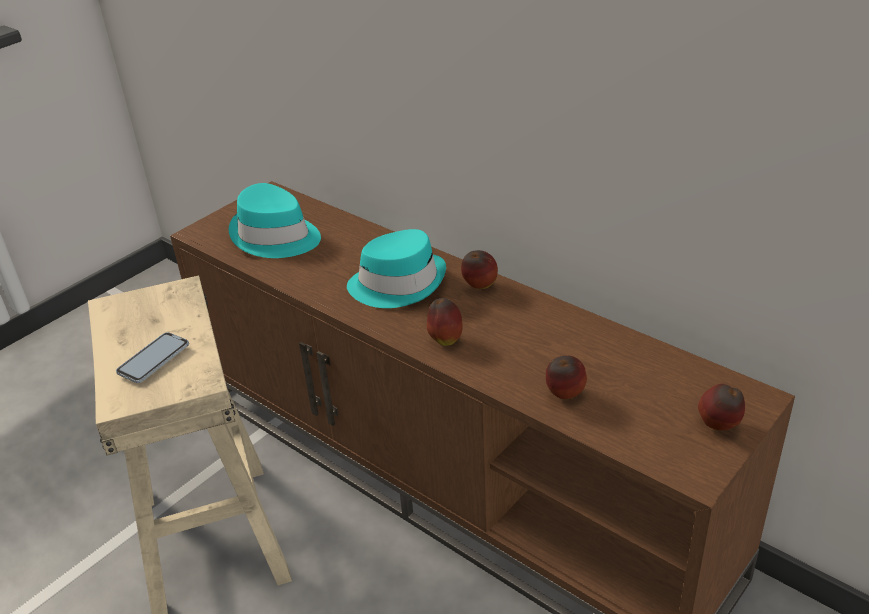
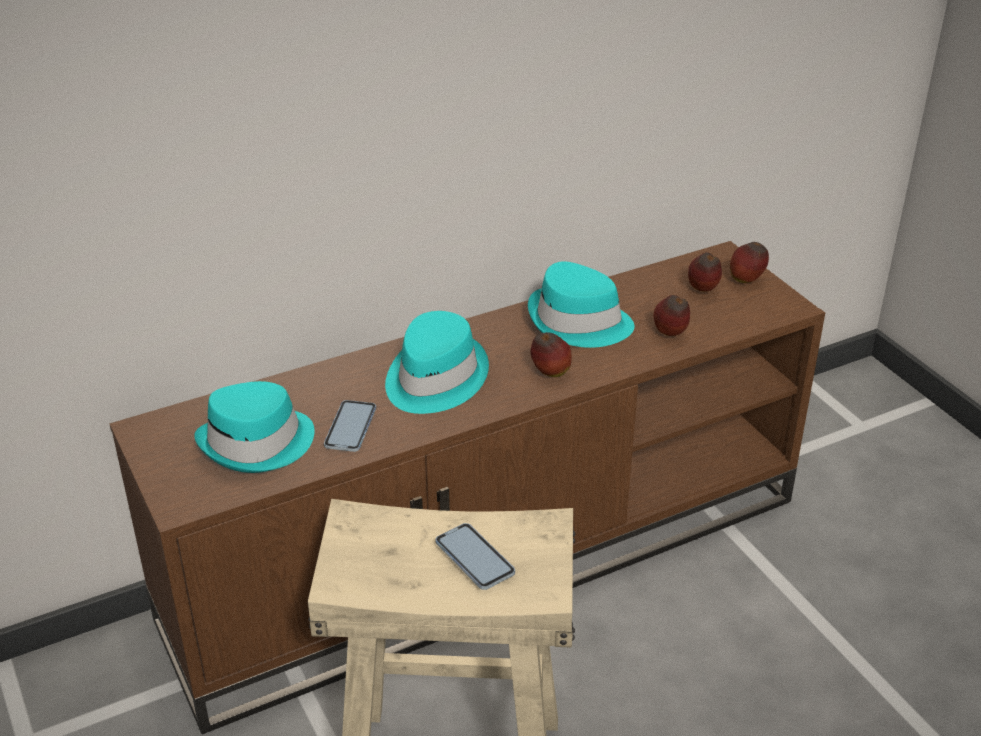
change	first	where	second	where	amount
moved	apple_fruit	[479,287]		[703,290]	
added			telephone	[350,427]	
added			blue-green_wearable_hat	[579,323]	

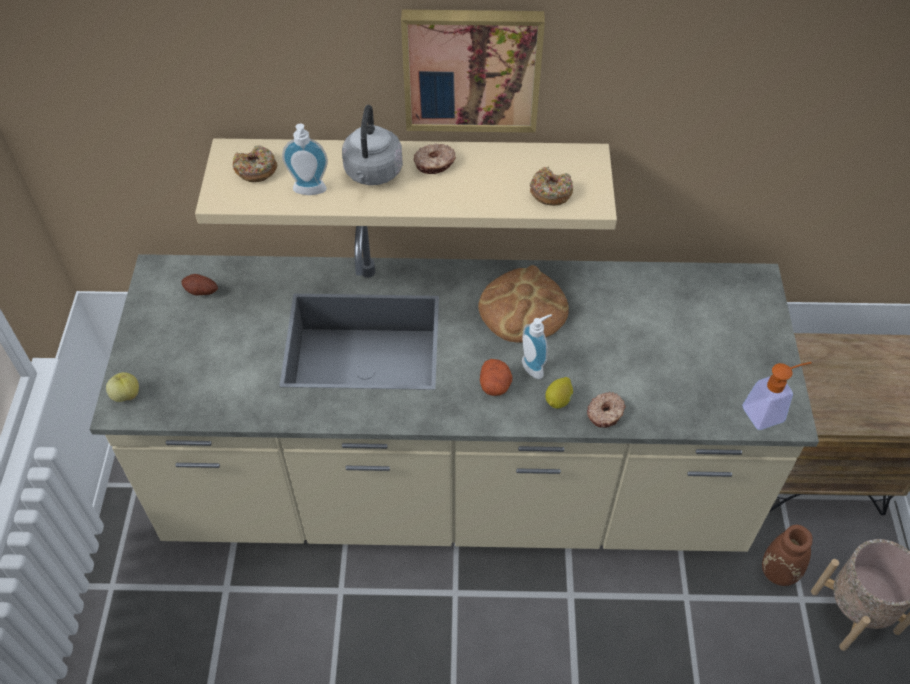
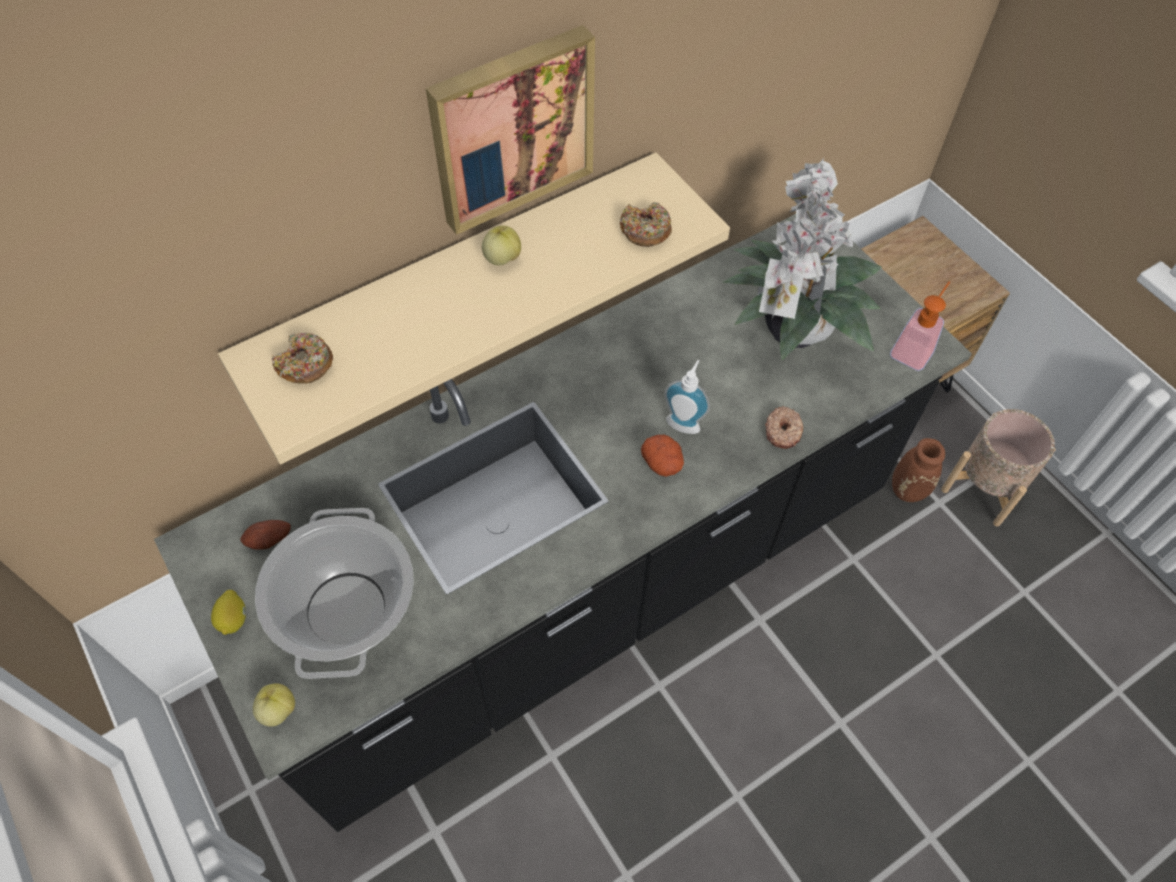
change	first	where	second	where	amount
recoloured	beige_counter	[455,488]	black-coloured_counter	[585,585]	
removed	liquid_soap_bottle	[309,192]			
removed	greyish_water_kettle	[373,174]			
replaced	donut	[434,164]	apple_fruit	[502,258]	
removed	bread	[523,308]			
moved	whole_lemon	[558,400]		[234,619]	
added			saucepot	[346,608]	
added			potted_plant	[789,336]	

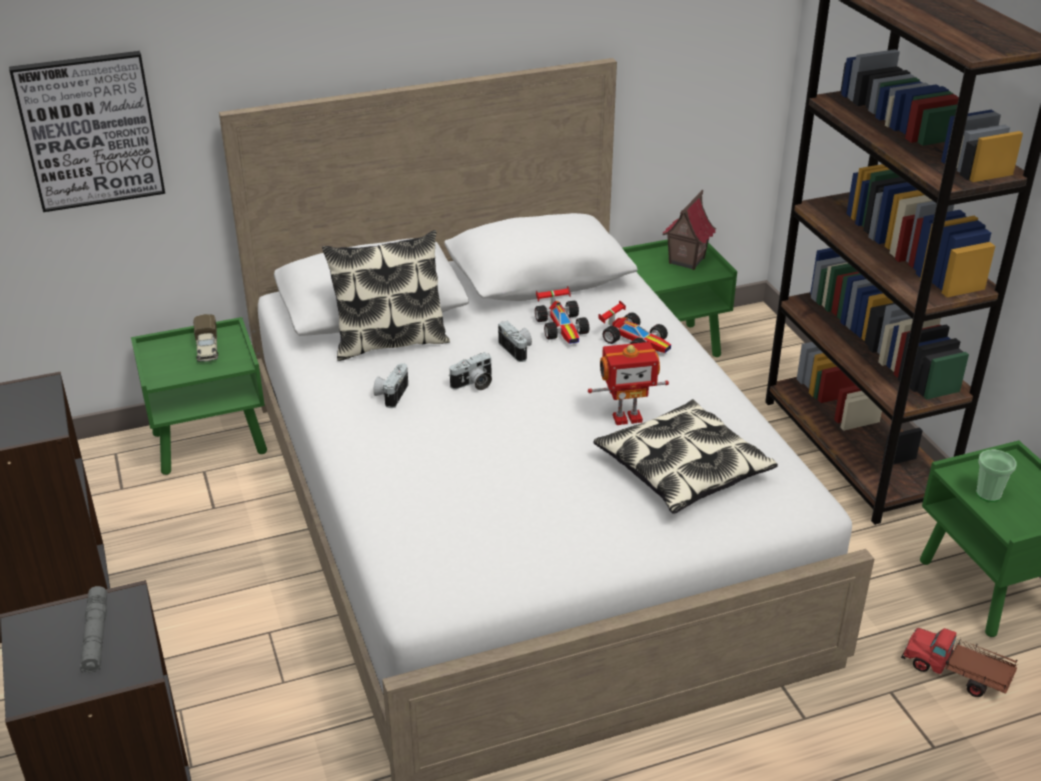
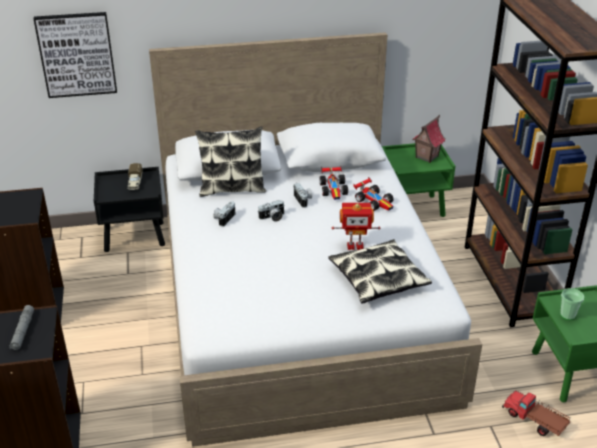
change	first	where	second	where	amount
recoloured	greenish_night_table	[211,442]	black-coloured_night_table	[135,236]	

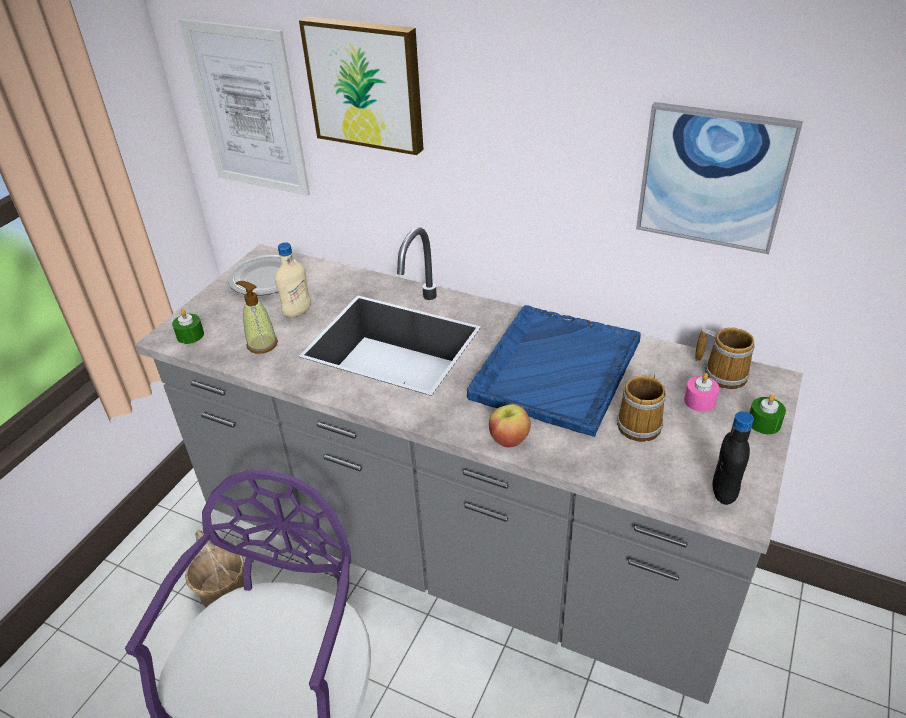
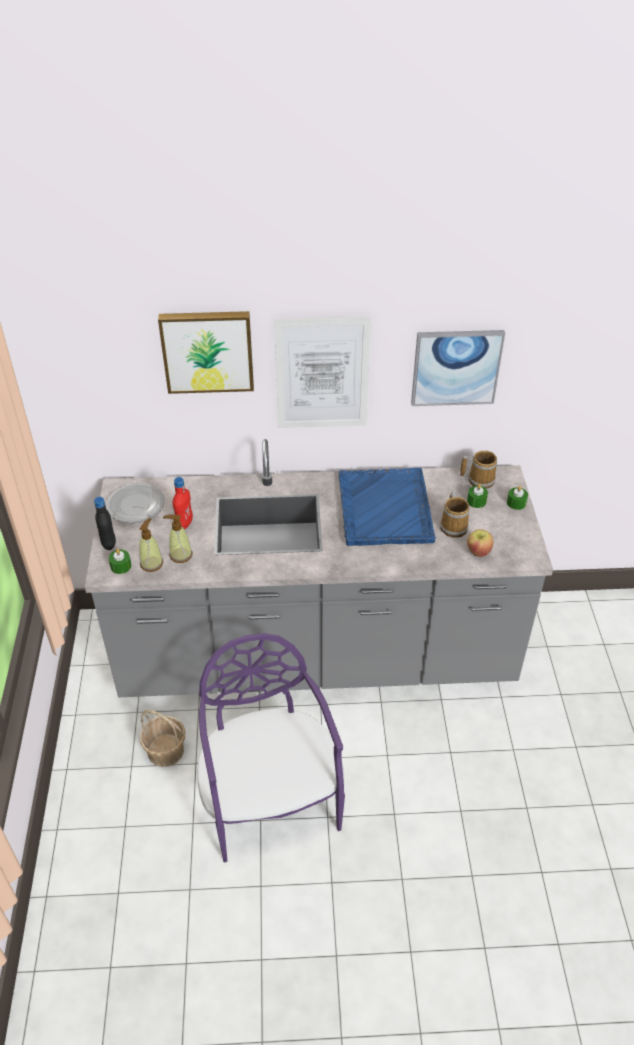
change	first	where	second	where	amount
moved	picture	[248,109]		[322,374]	
recoloured	beige_drink_bottle	[297,312]	red-coloured_drink_bottle	[184,524]	
moved	apple_fruit	[509,439]		[478,551]	
recoloured	pinkish_wax_candle	[699,401]	greenish_wax_candle	[476,501]	
moved	black-coloured_drink_bottle	[724,492]		[109,544]	
added			liquid_soap_bottle	[151,563]	

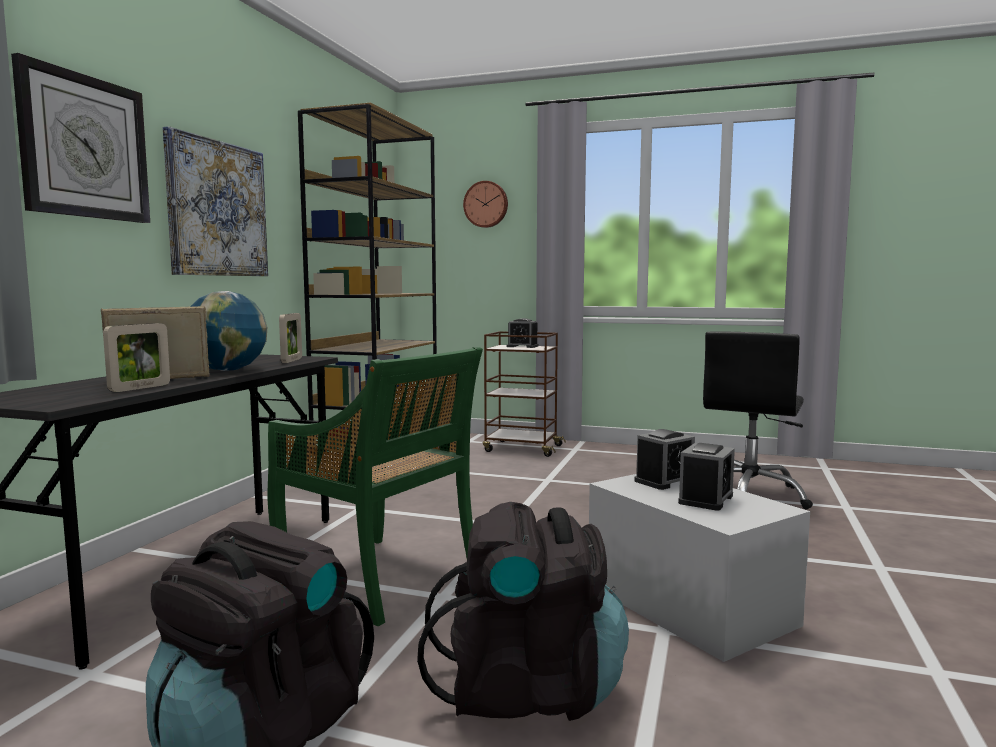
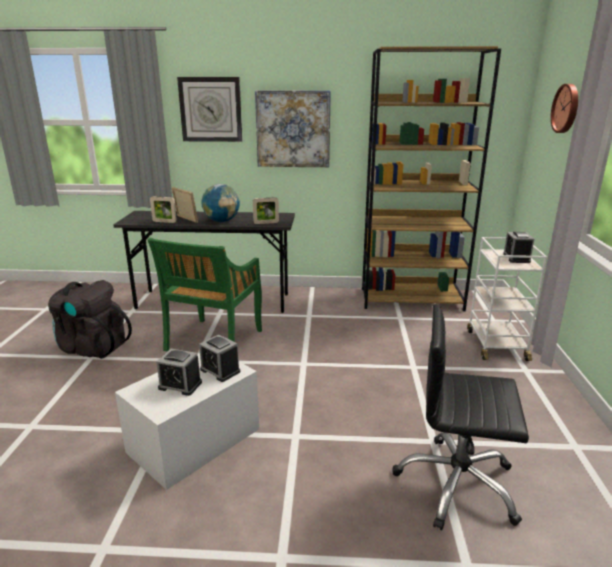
change	first	where	second	where	amount
removed	black-coloured_rucksack	[528,689]			
recoloured	brown-coloured_wheeled_cart	[522,448]	whitish_wheeled_cart	[496,345]	

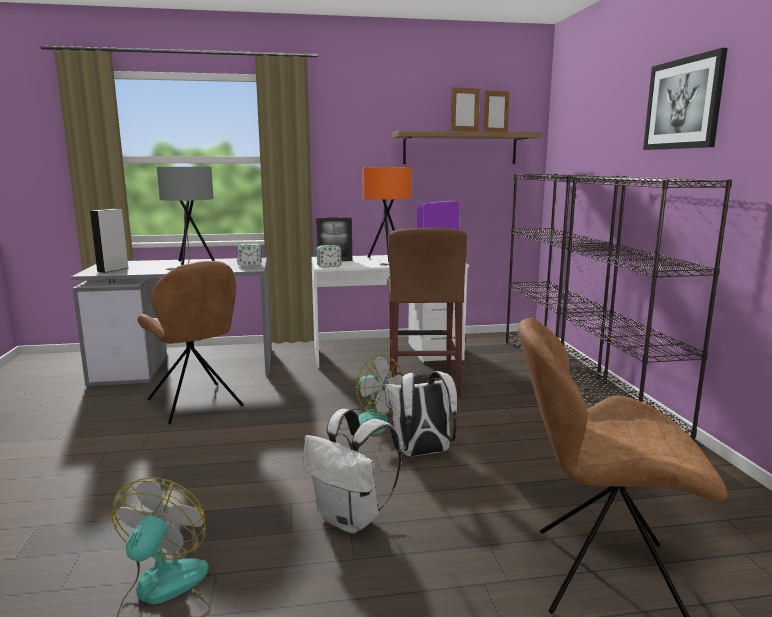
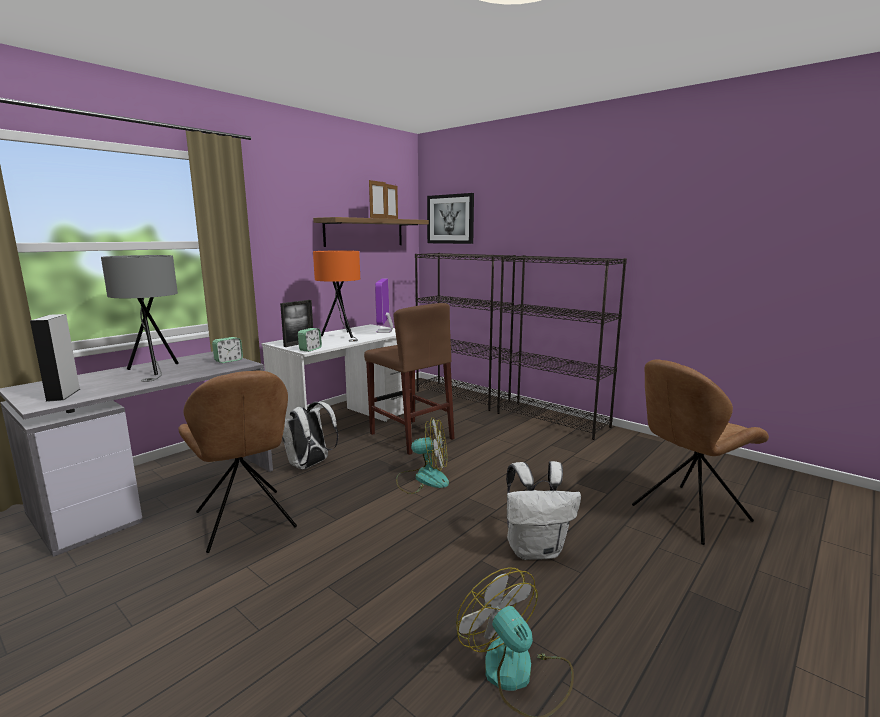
change	first	where	second	where	amount
turned	brown-coloured_chair	[196,404]		[246,522]	45 degrees clockwise
moved	whitish_rucksack	[421,453]		[309,465]	
moved	picture	[683,104]		[450,219]	

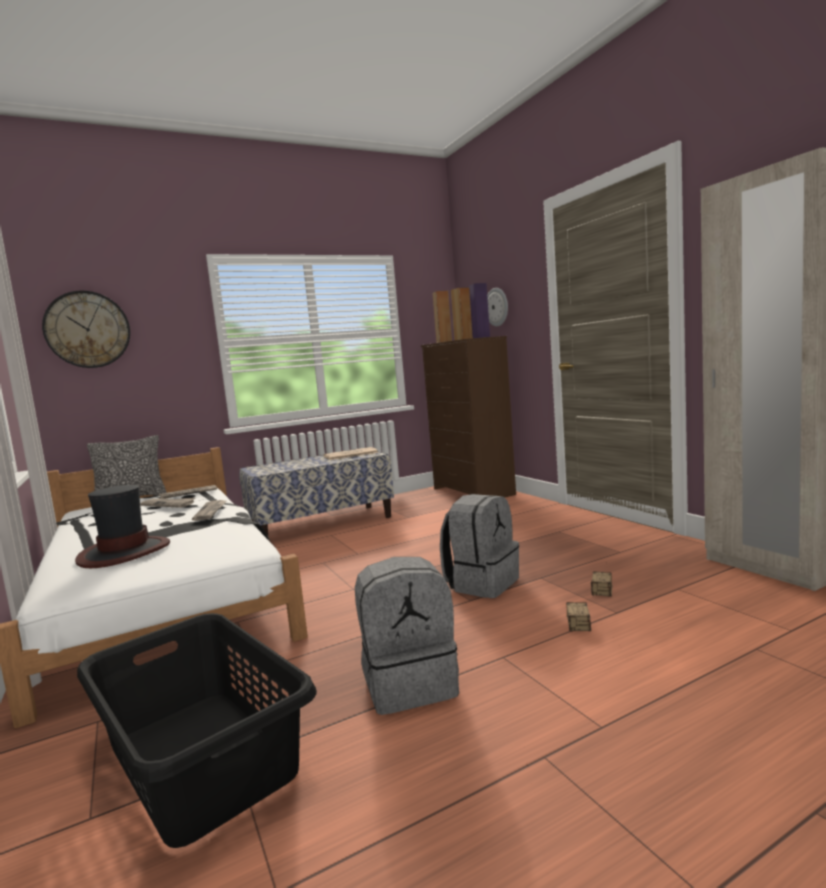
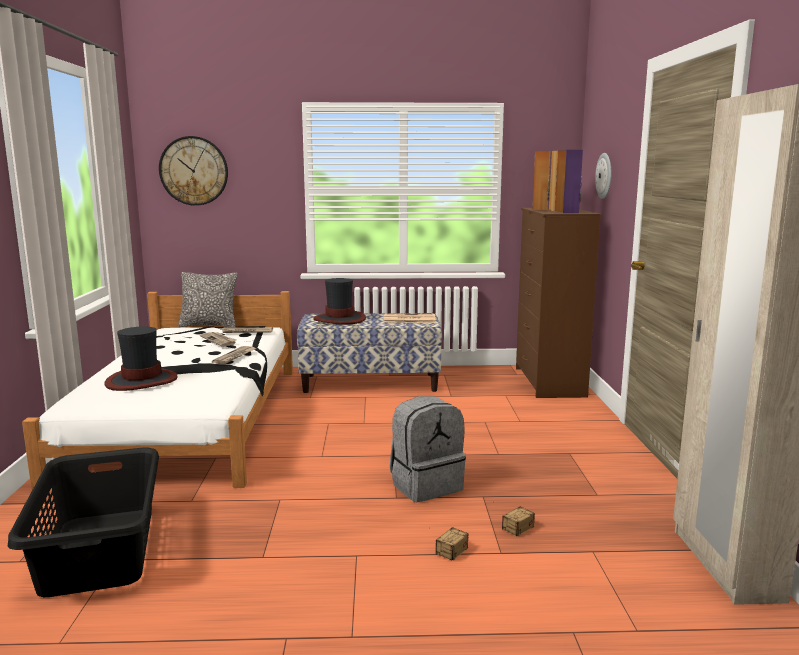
change	first	where	second	where	amount
removed	greyish_rucksack	[410,684]			
added			wearable_hat	[340,319]	

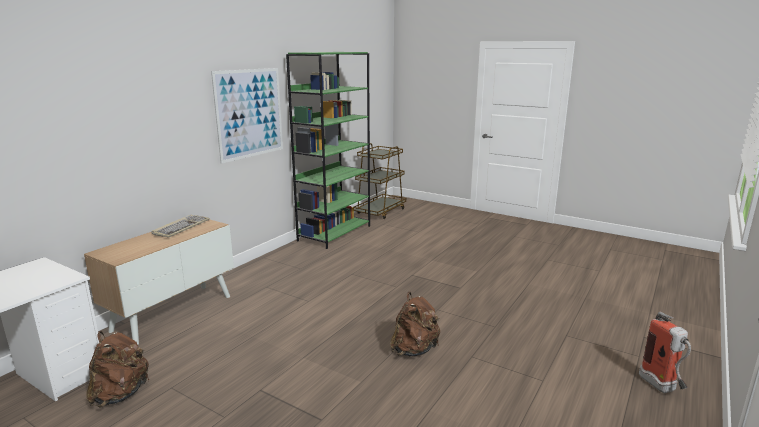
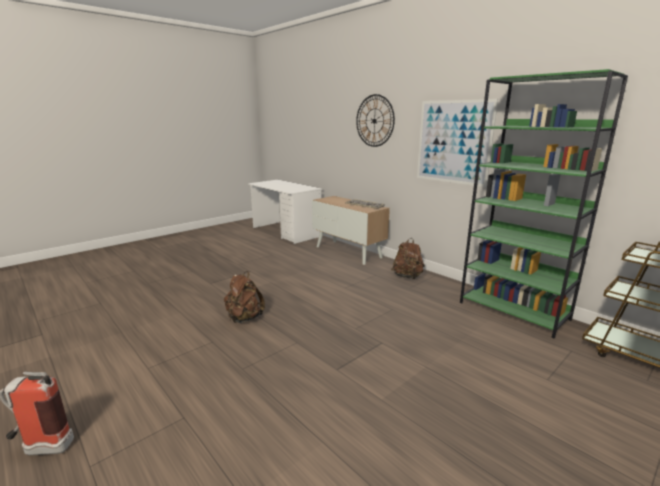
change	first	where	second	where	amount
moved	brown-coloured_rucksack	[121,394]		[407,277]	
added			hanging_clock	[374,121]	

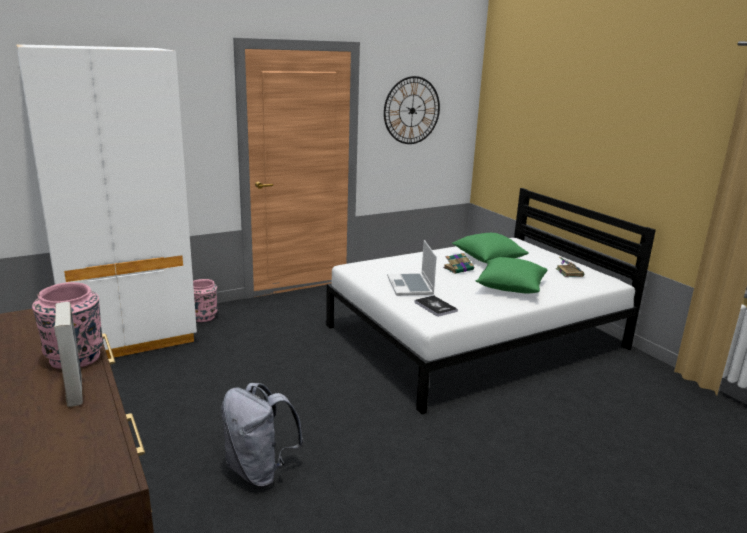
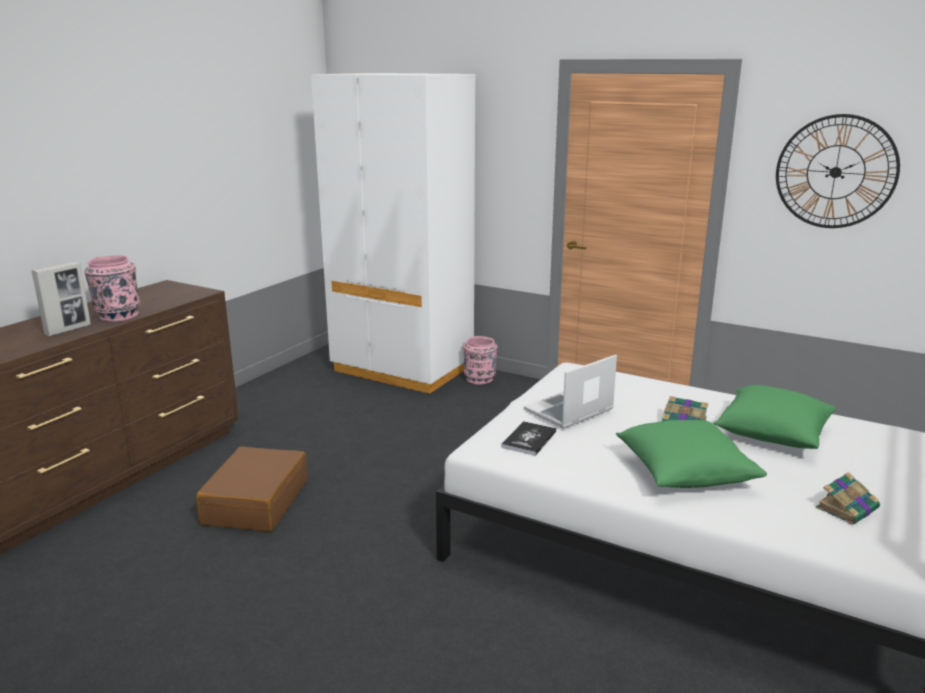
change	first	where	second	where	amount
replaced	greyish_rucksack	[260,471]	brown-coloured_suitcase	[255,502]	

